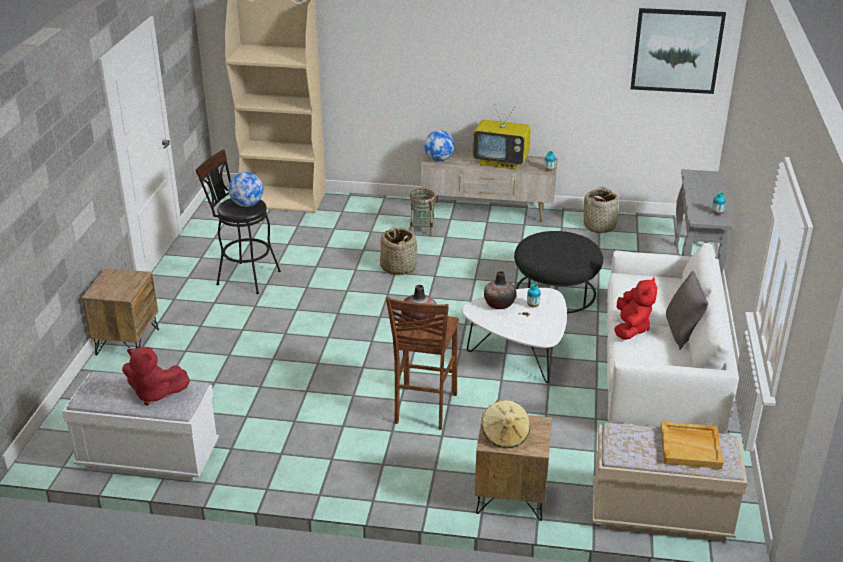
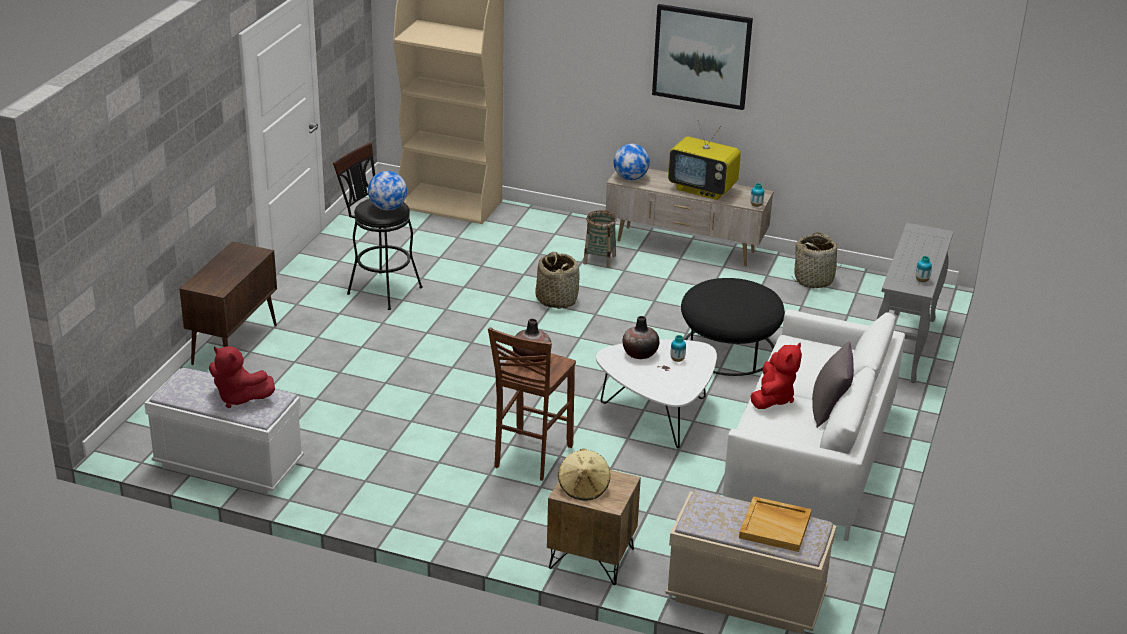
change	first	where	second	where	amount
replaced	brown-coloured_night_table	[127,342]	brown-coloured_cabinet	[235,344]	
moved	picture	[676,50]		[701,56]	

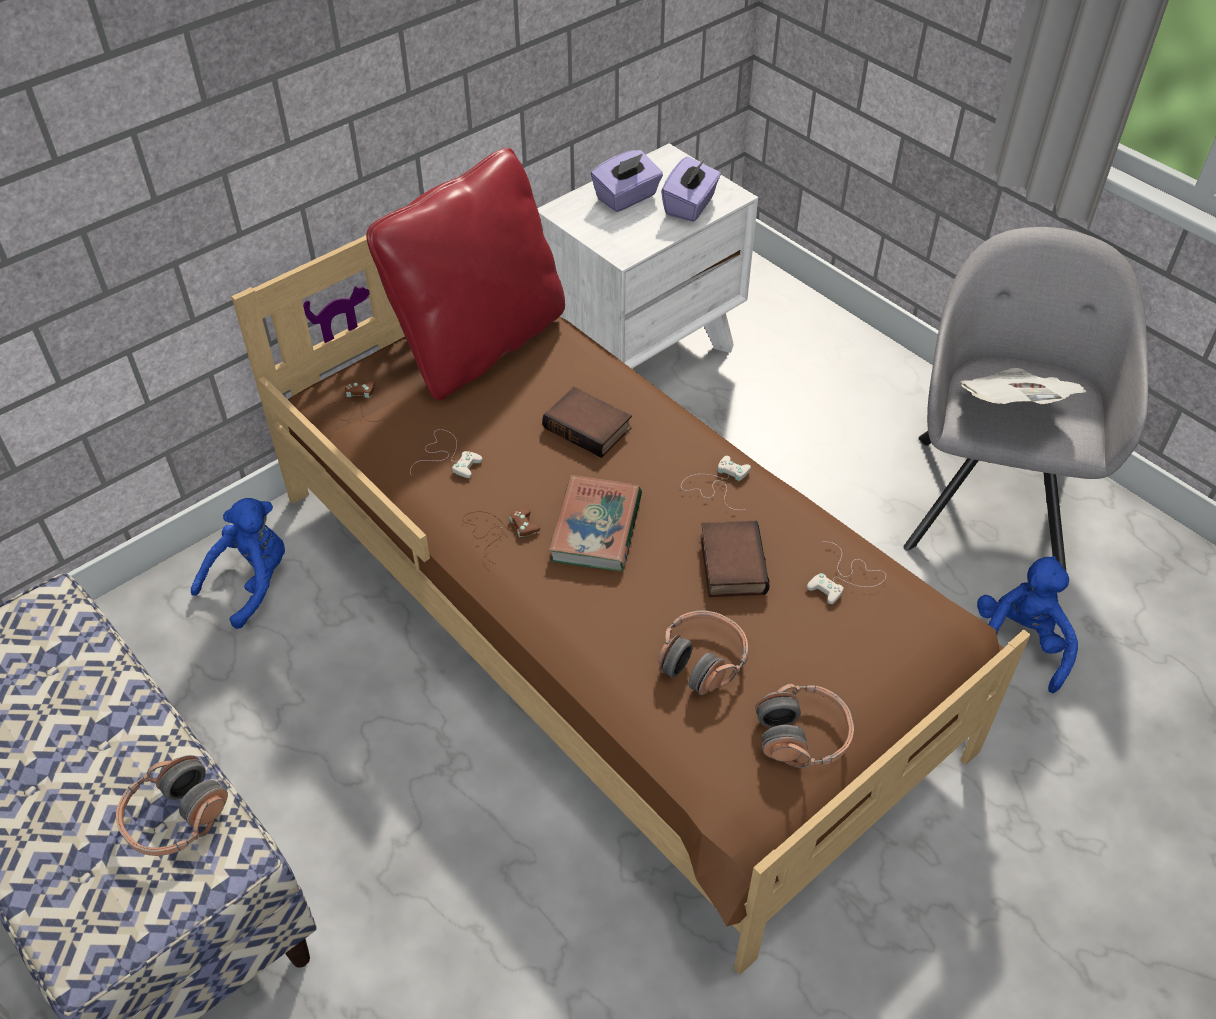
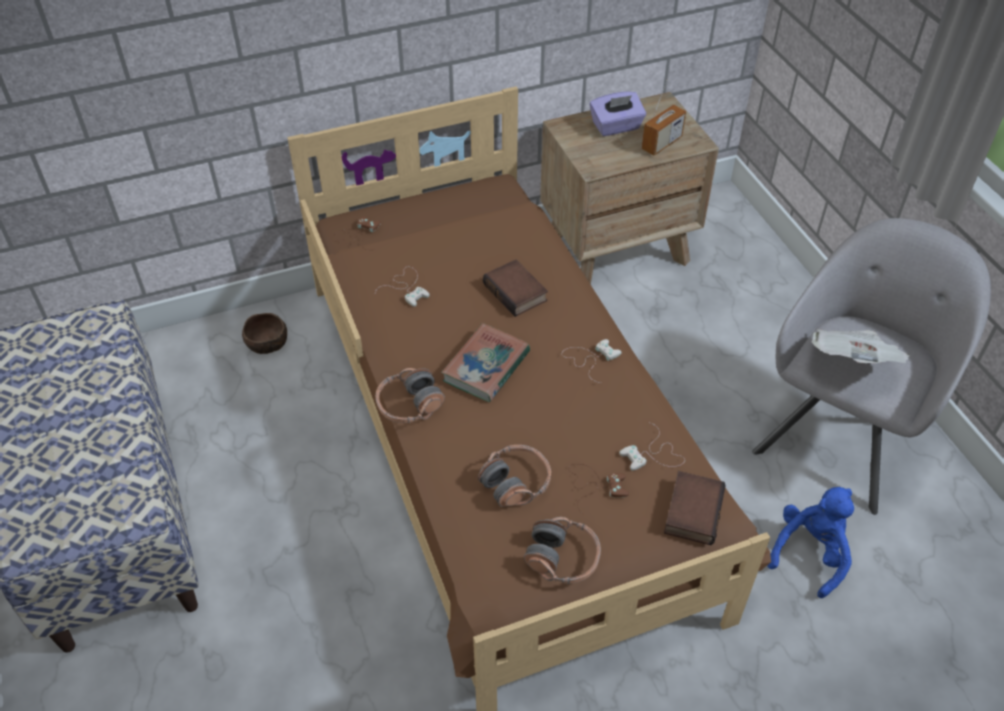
change	first	where	second	where	amount
moved	headphones	[175,817]		[409,405]	
replaced	blue-coloured_plush_toy	[252,582]	brown-coloured_bowl	[268,343]	
removed	red-coloured_pillow	[480,344]			
moved	brown-coloured_game_controller	[498,530]		[594,485]	
recoloured	whitish_night_table	[643,351]	brown-coloured_night_table	[617,248]	
replaced	purple-coloured_box_of_tissues	[690,206]	radio	[661,143]	
moved	bound_book	[730,563]		[691,510]	

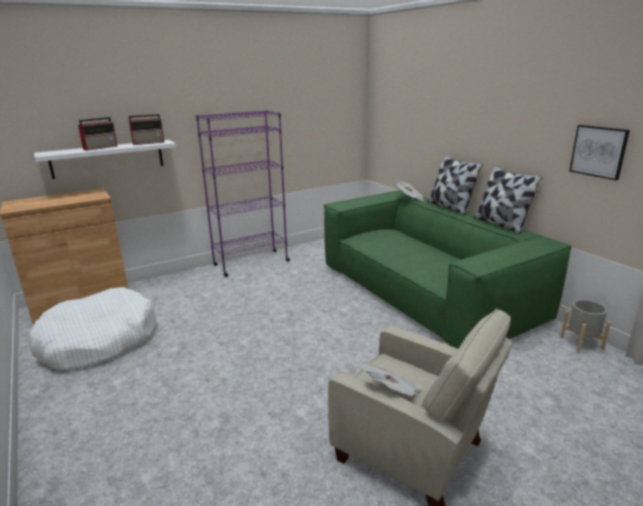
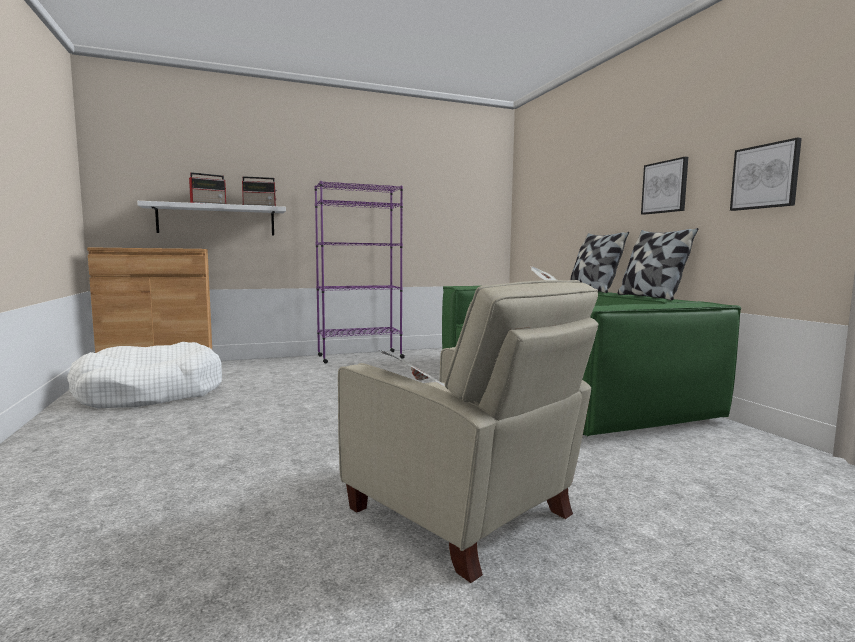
change	first	where	second	where	amount
removed	greyish_planter	[581,343]			
added			picture	[665,187]	

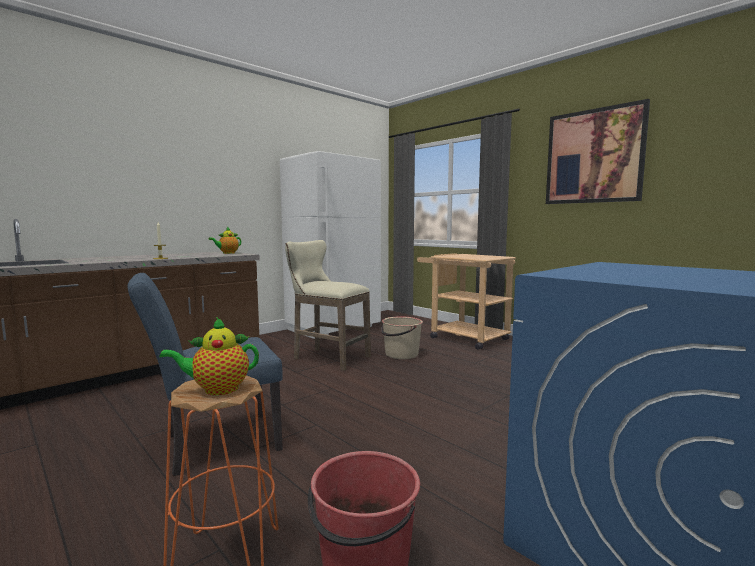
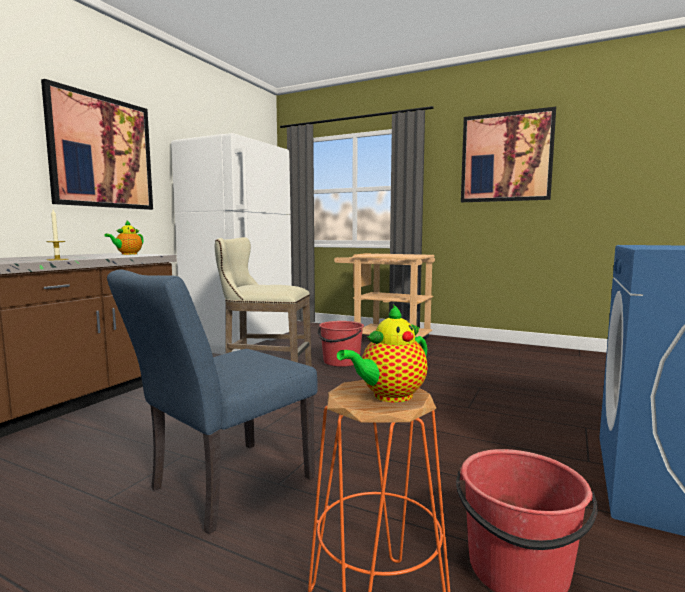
change	first	where	second	where	amount
recoloured	beige_water_bucket	[401,354]	red-coloured_water_bucket	[341,362]	
added			picture	[102,152]	

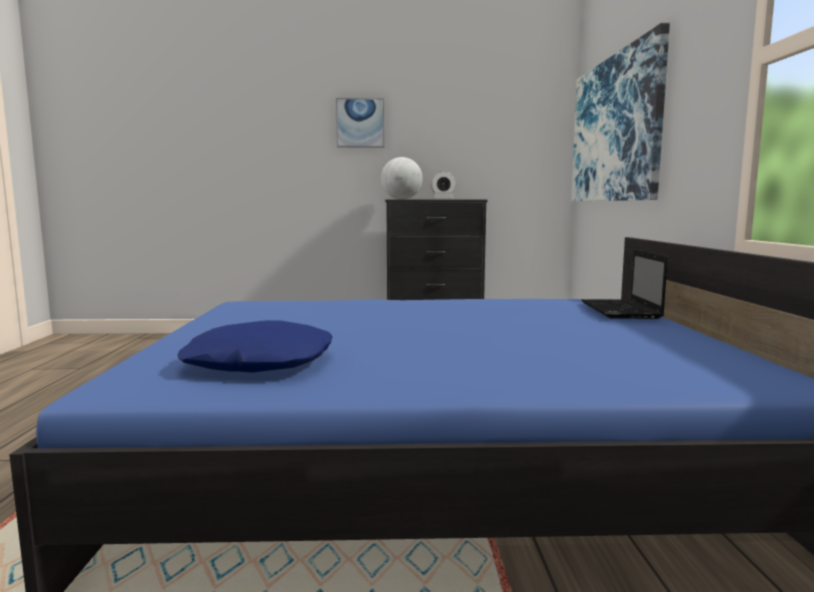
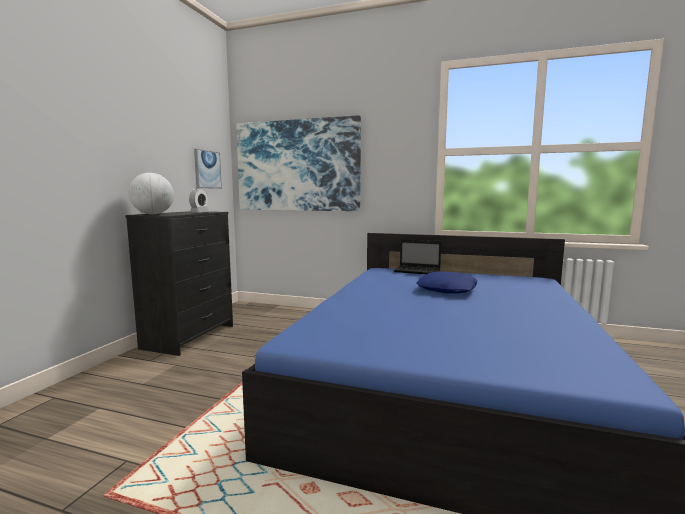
change	first	where	second	where	amount
moved	blue-coloured_pillow	[259,363]		[447,289]	
moved	picture	[360,123]		[207,169]	

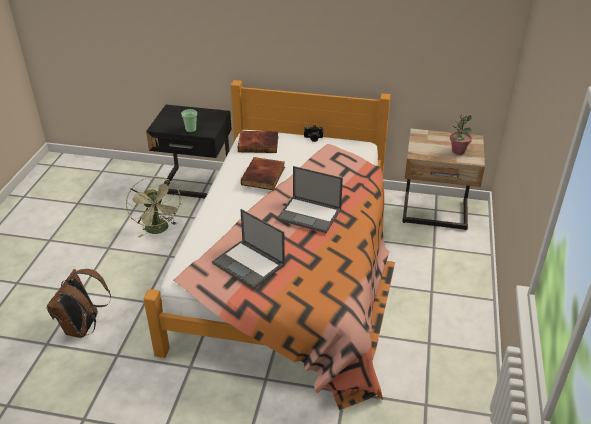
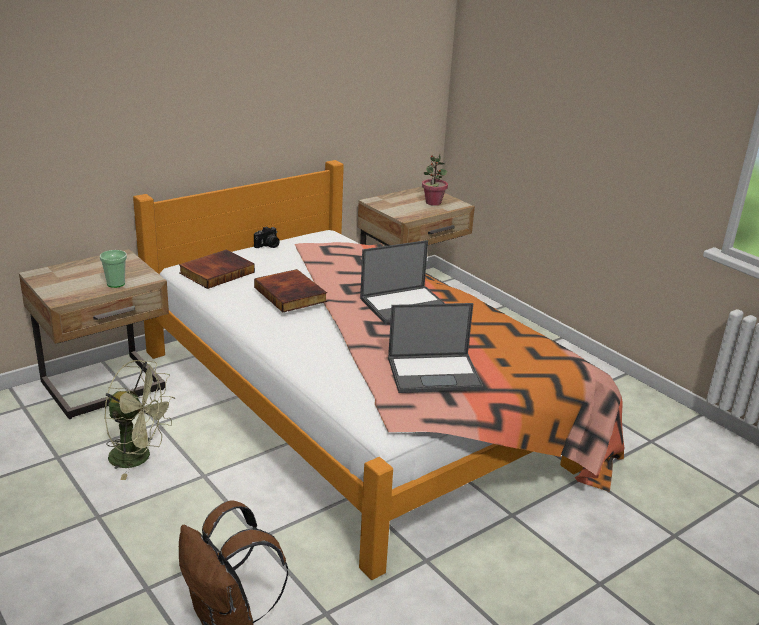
change	first	where	second	where	amount
recoloured	black-coloured_night_table	[196,185]	beige_night_table	[105,388]	

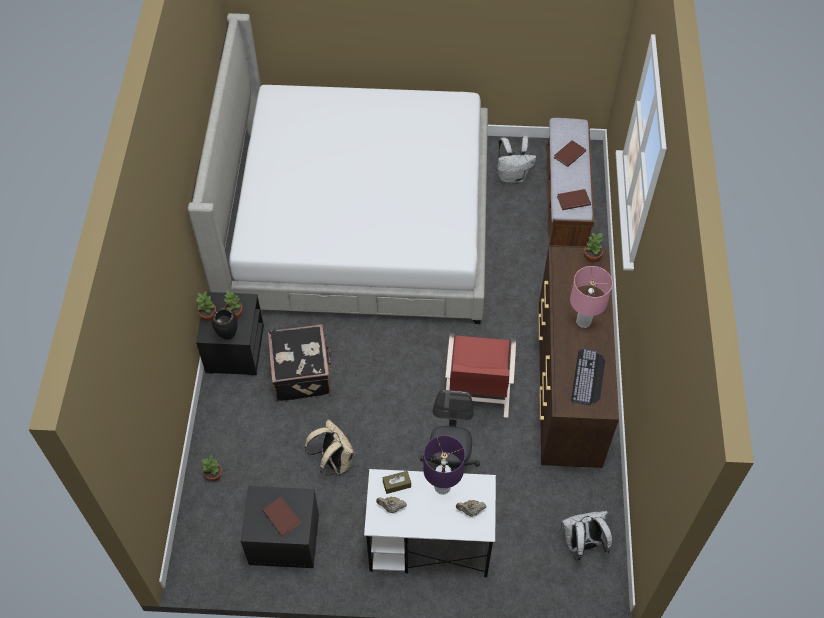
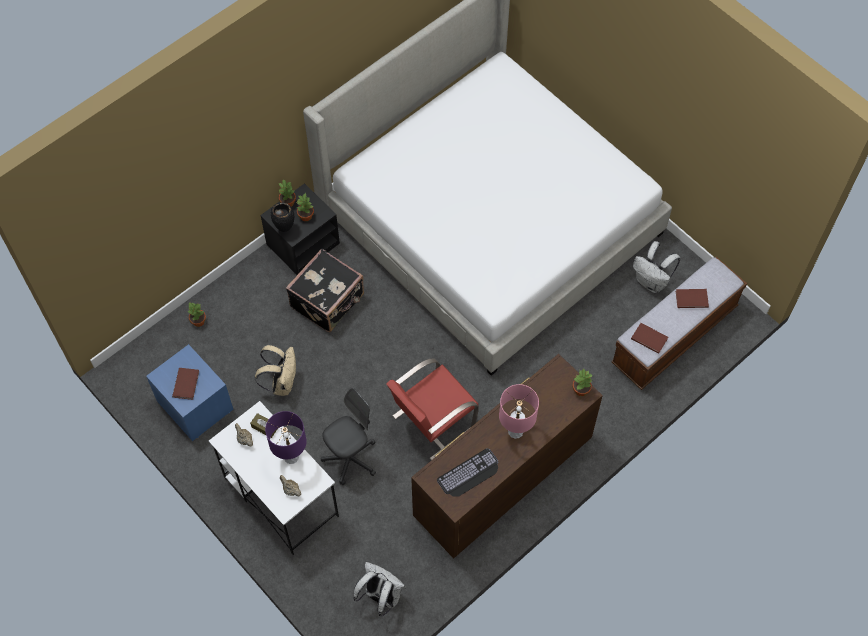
change	first	where	second	where	amount
recoloured	black-coloured_night_table	[283,540]	blue-coloured_night_table	[194,405]	

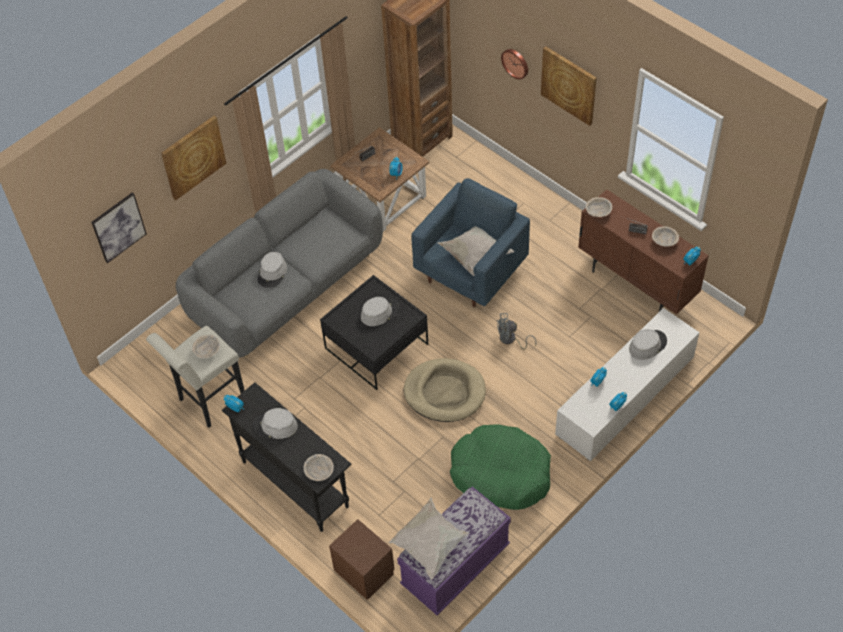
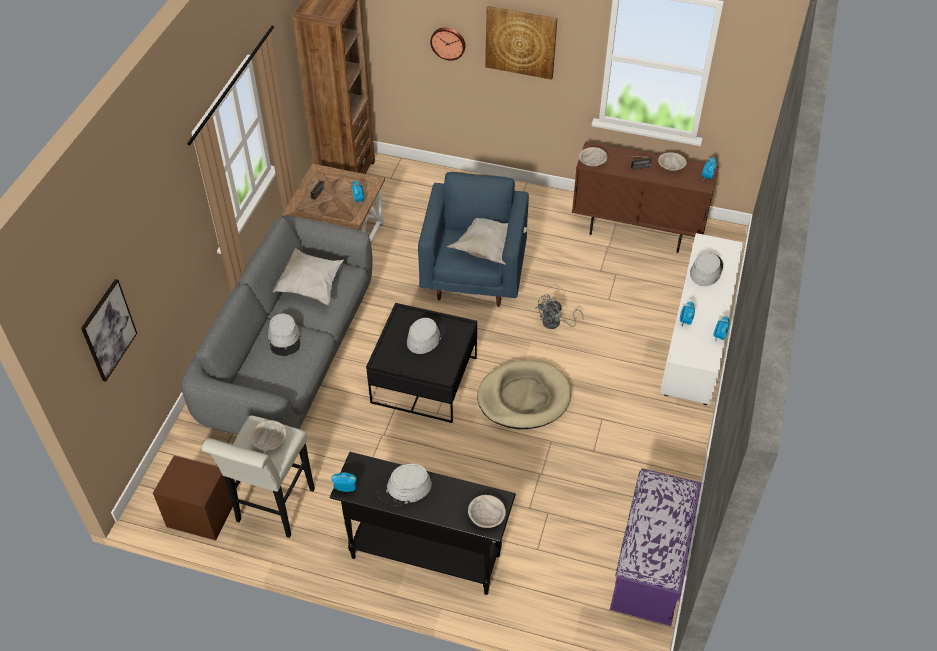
change	first	where	second	where	amount
removed	picture	[193,157]			
moved	brown-coloured_night_table	[364,572]		[200,515]	
moved	whitish_pillow	[430,544]		[310,285]	
removed	greenish_dog_cushion	[500,474]			

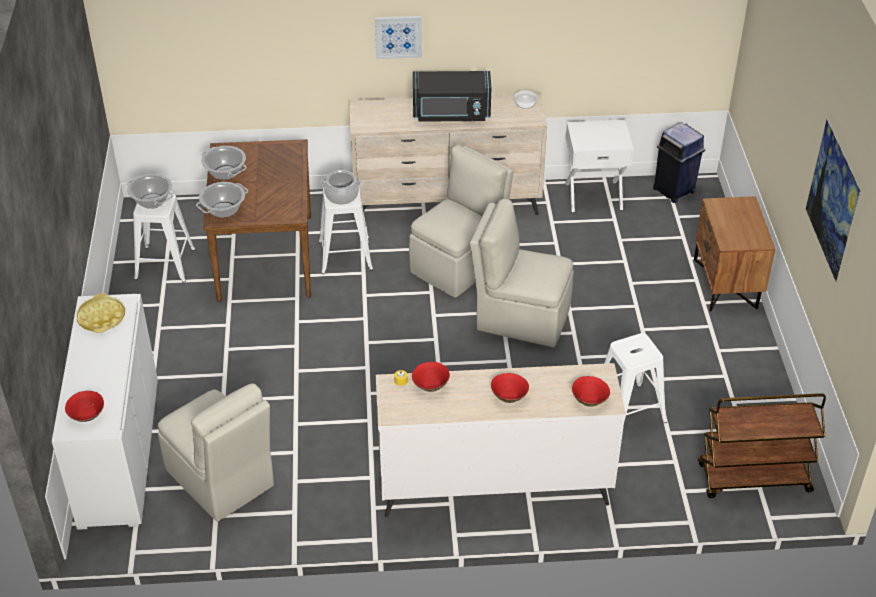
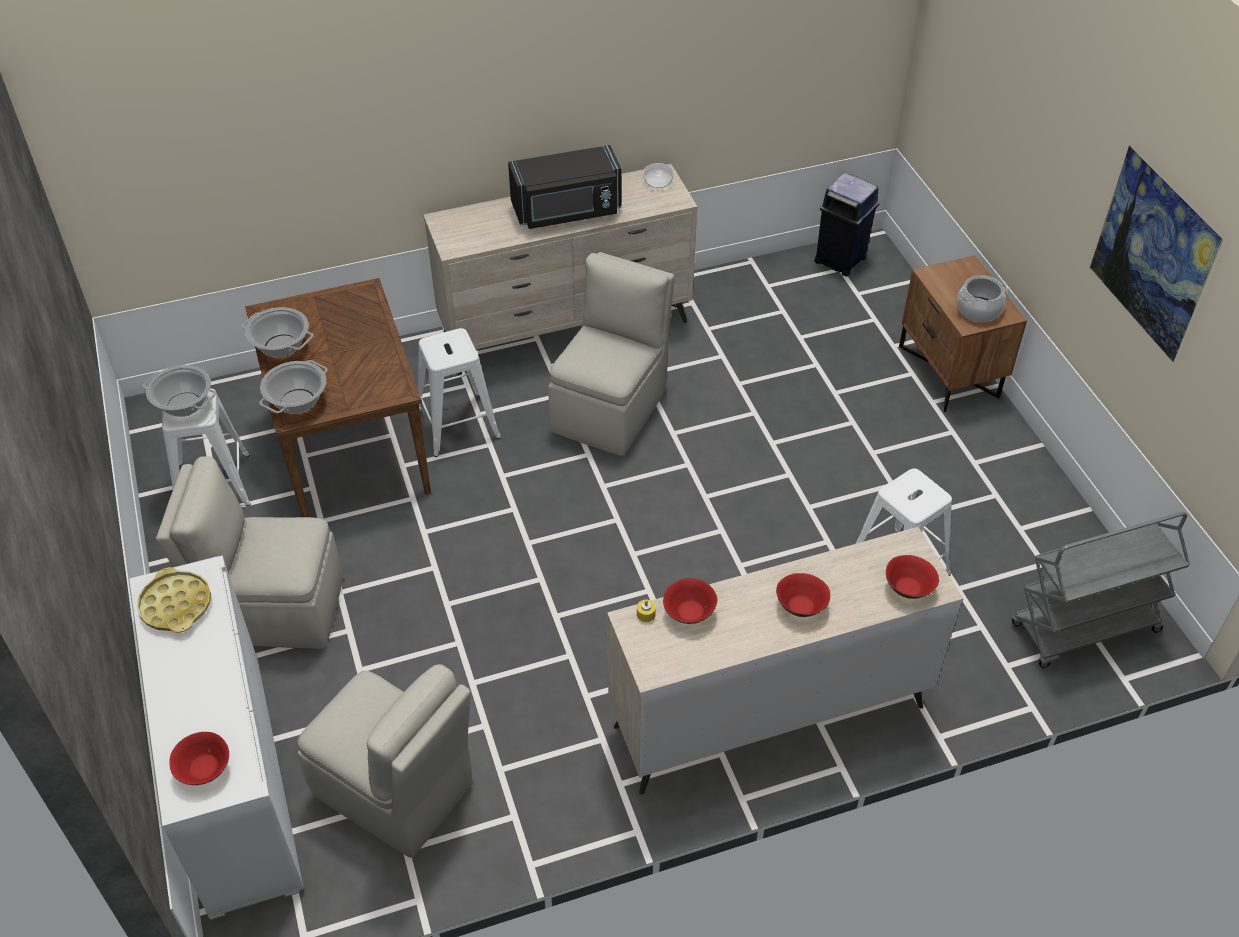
change	first	where	second	where	amount
moved	saucepot	[341,196]		[978,310]	
removed	picture	[398,36]			
moved	beige_chair	[520,318]		[273,609]	
removed	whitish_night_table	[593,195]			
recoloured	brown-coloured_wheeled_cart	[753,479]	greyish_wheeled_cart	[1084,629]	

